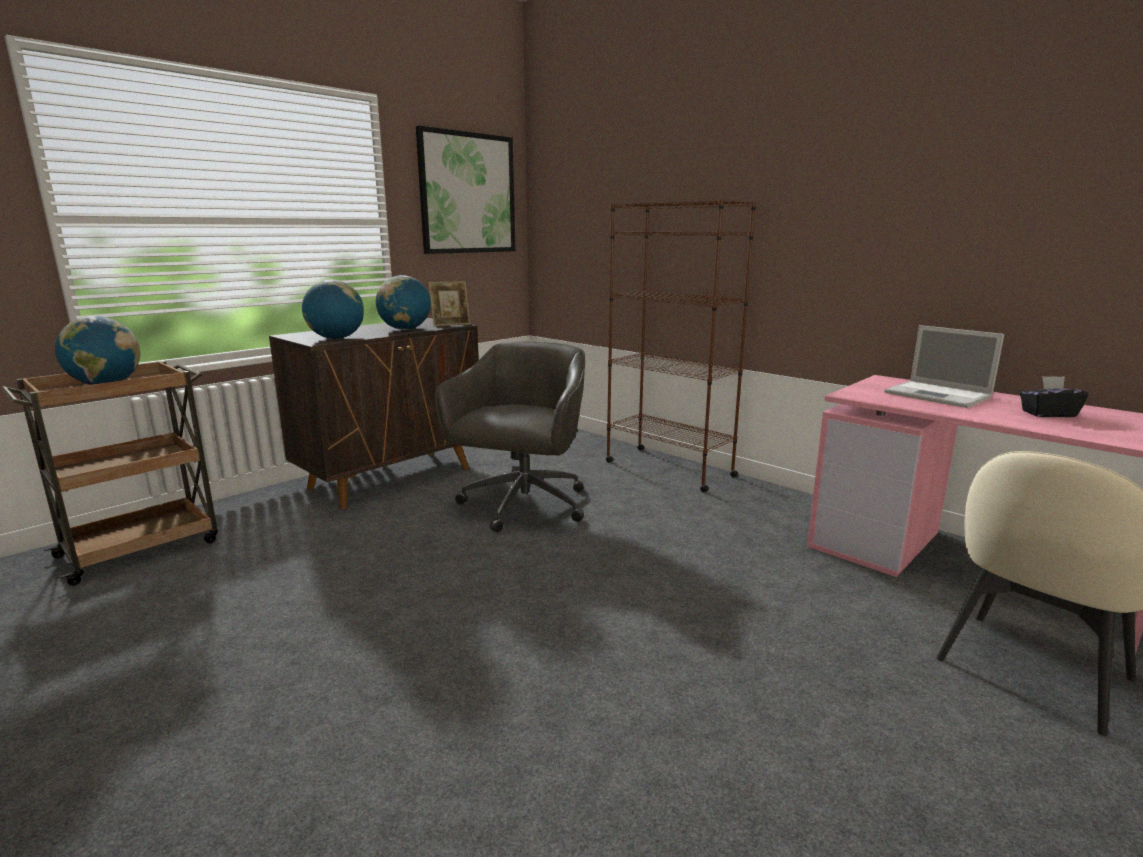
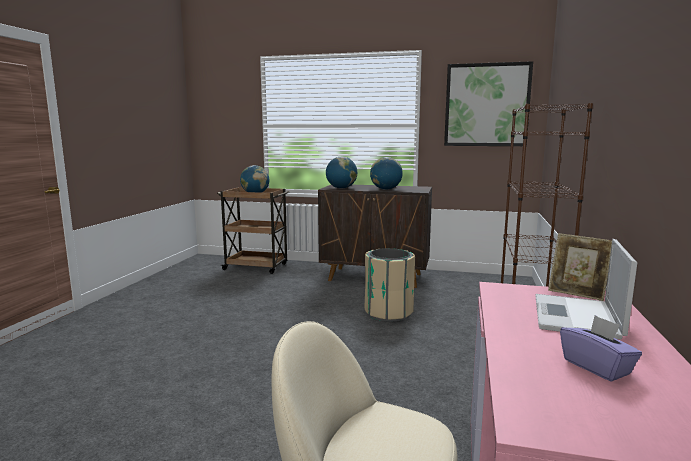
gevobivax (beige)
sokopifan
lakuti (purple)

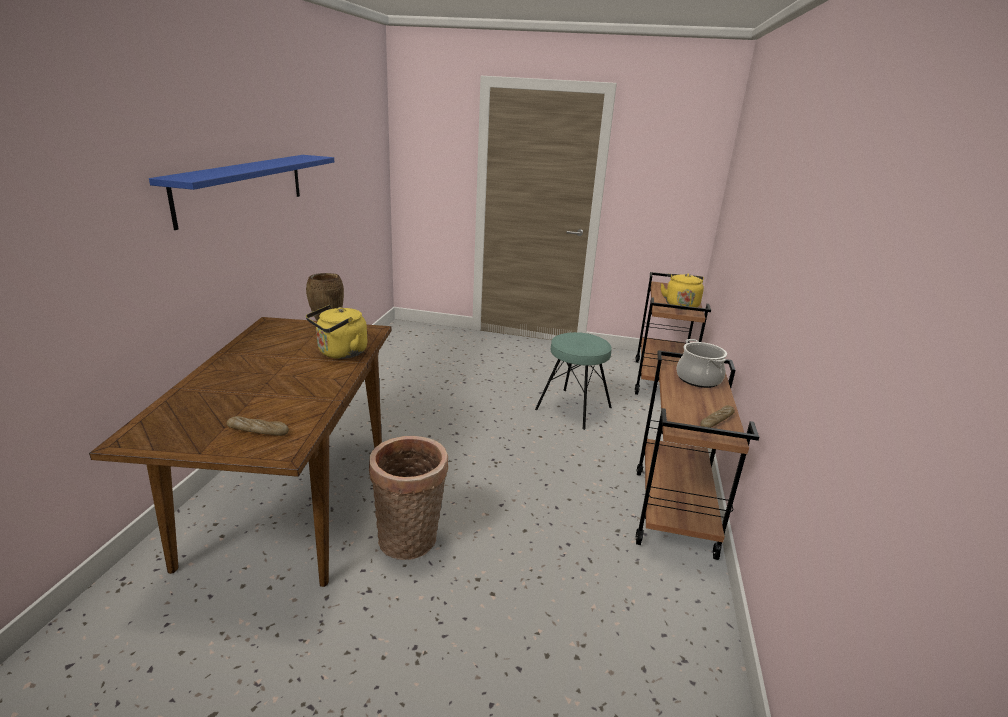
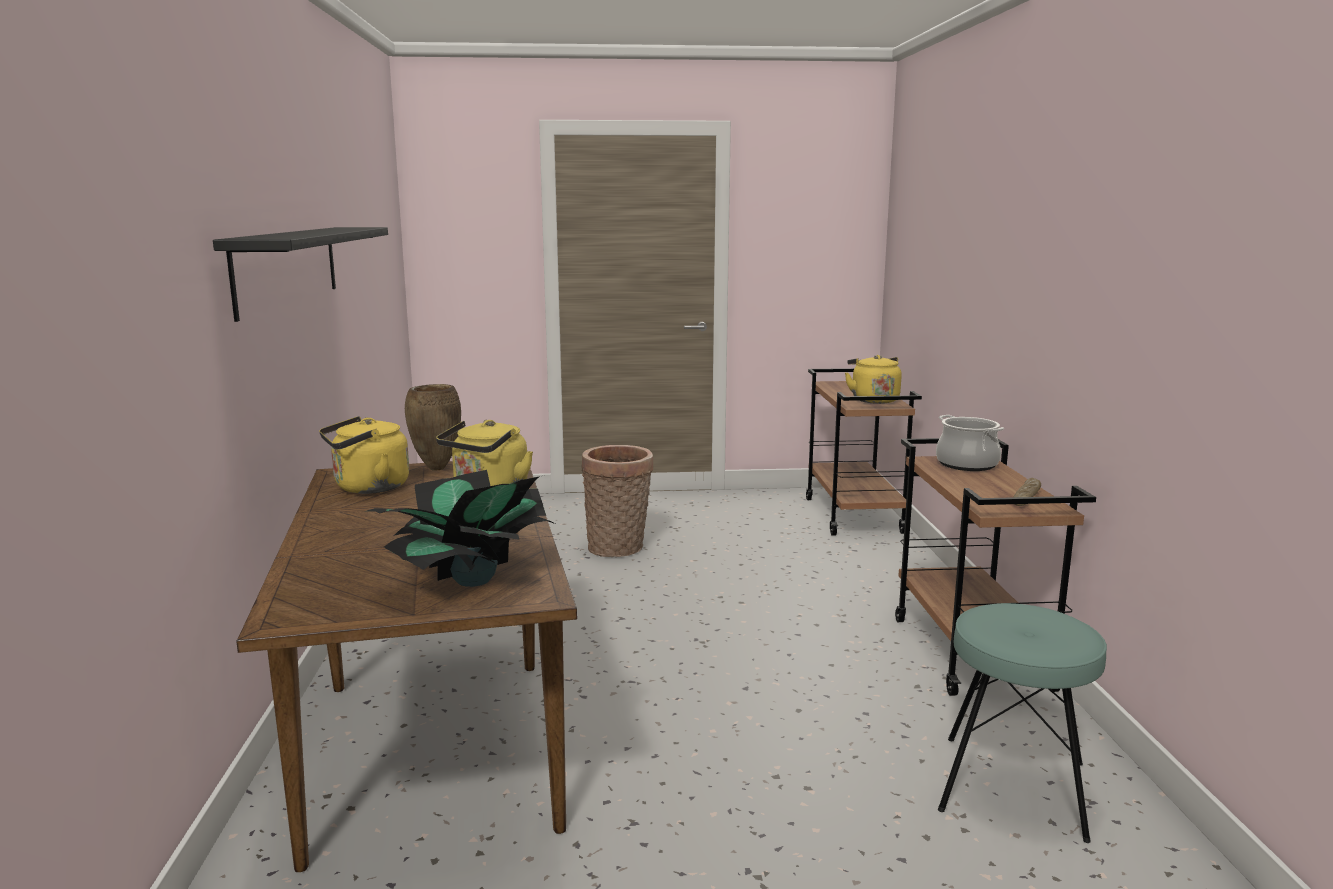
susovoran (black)
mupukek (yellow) (no. 1 from left)
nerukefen
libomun
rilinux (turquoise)

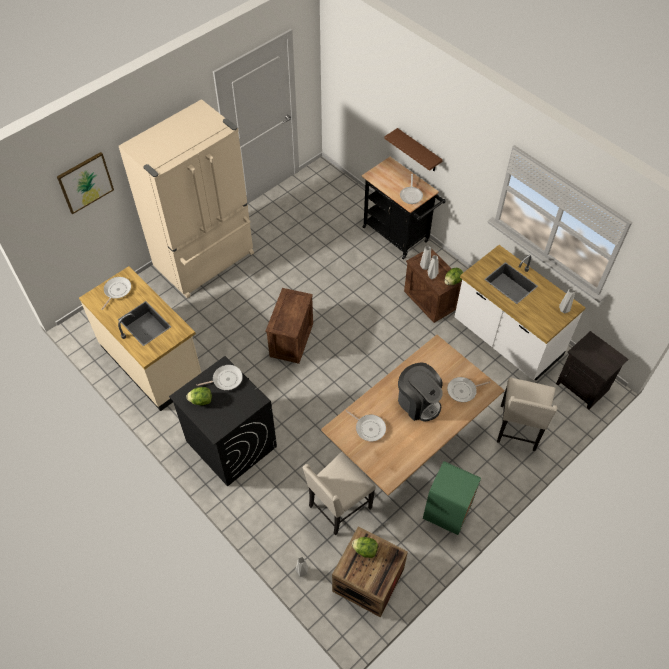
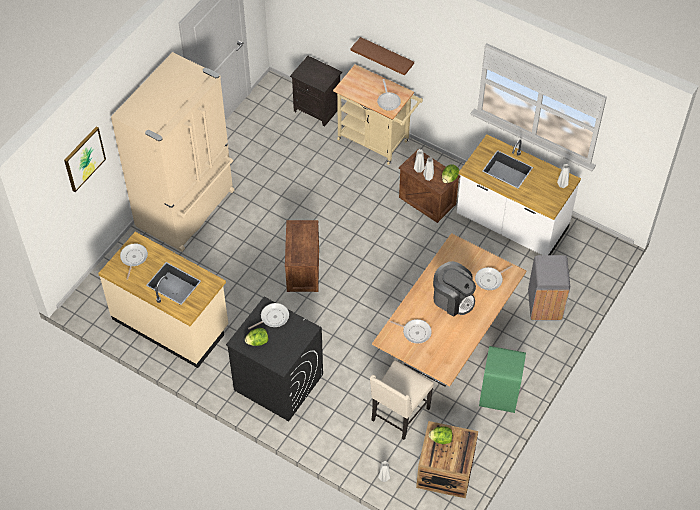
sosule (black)
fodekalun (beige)
gevobivax (grey)

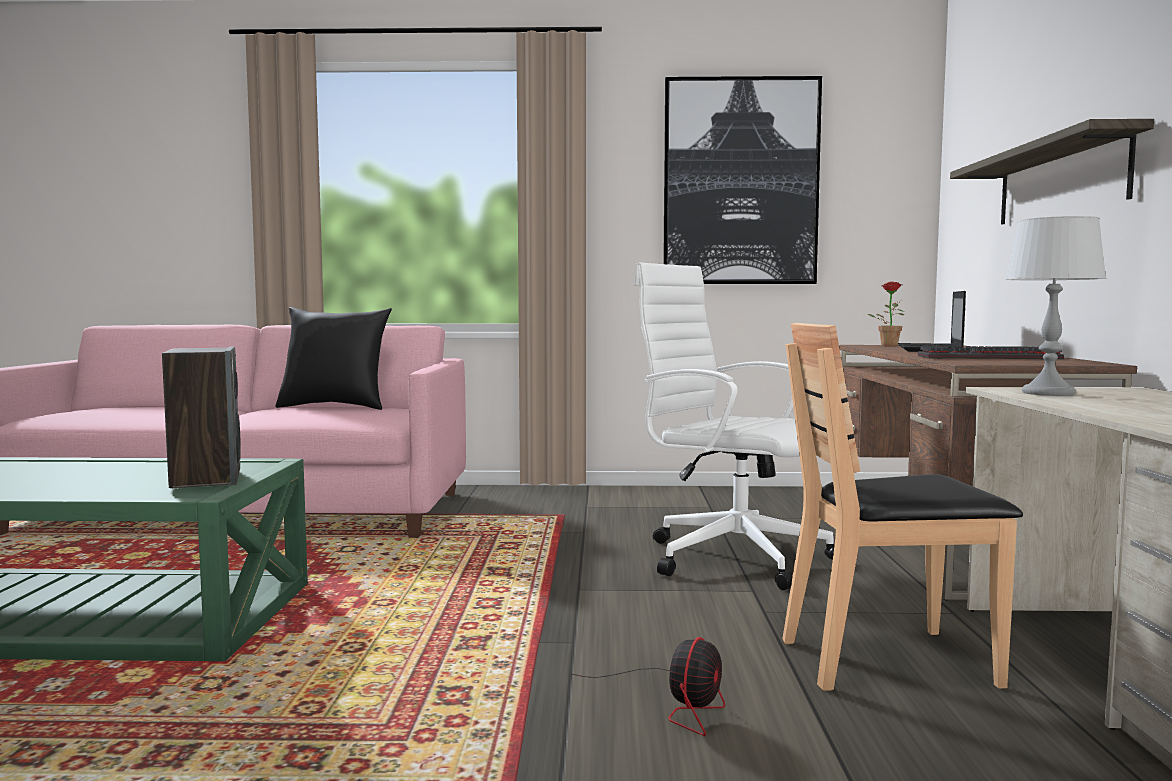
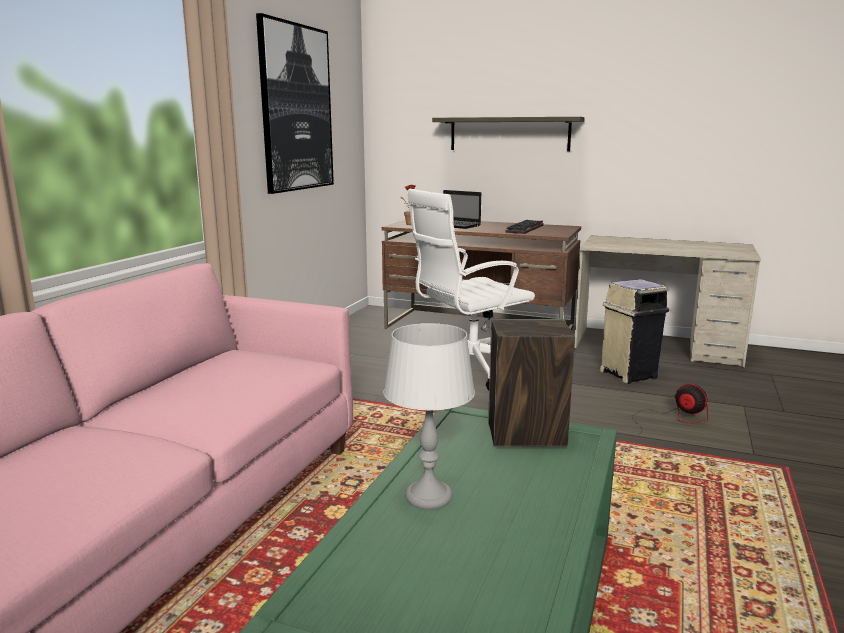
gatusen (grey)
gevobivax (beige)
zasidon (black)

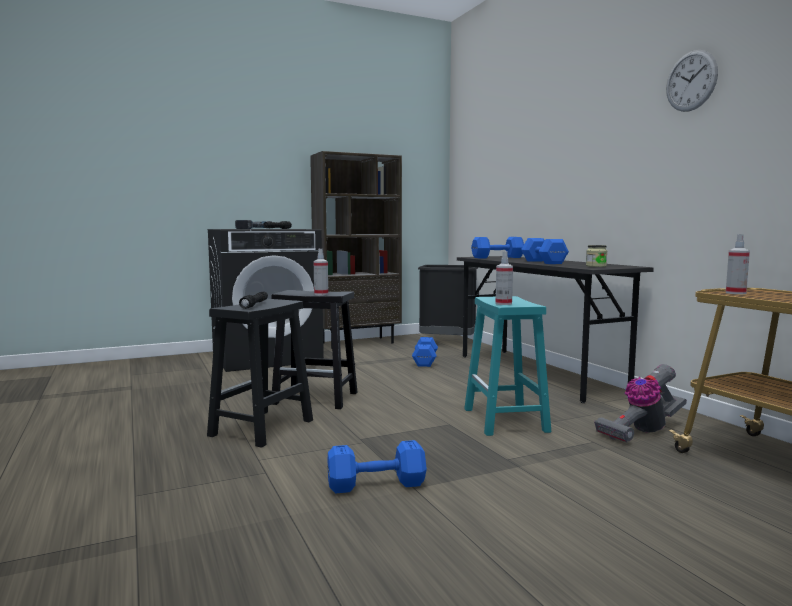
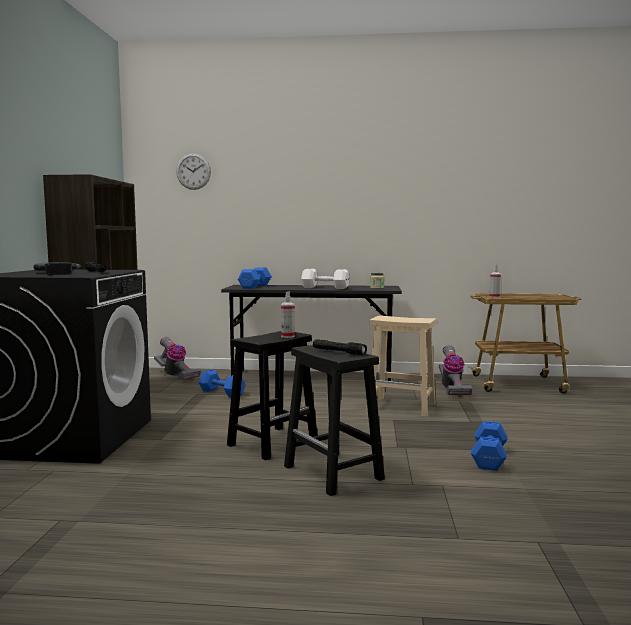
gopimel (no. 1 from left)
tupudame
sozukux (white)
rilinux (beige)
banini (no. 2 from left in the first image)

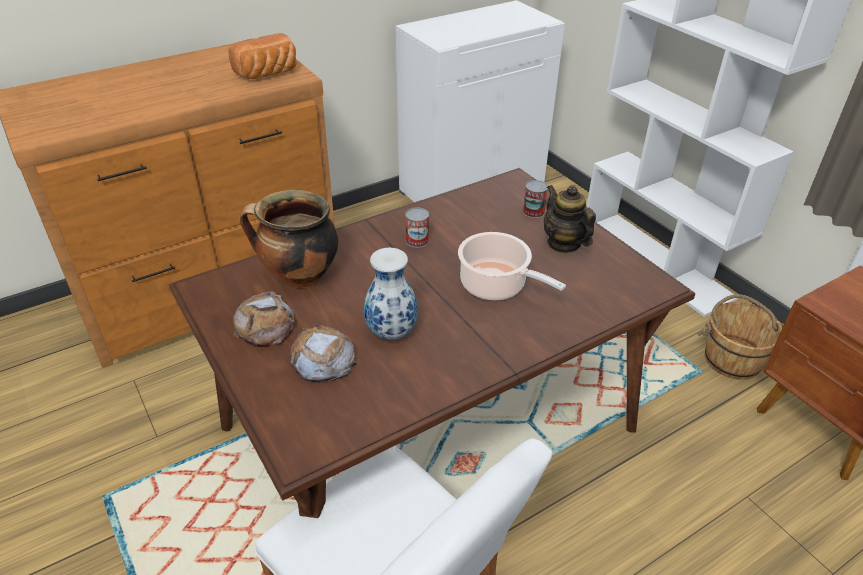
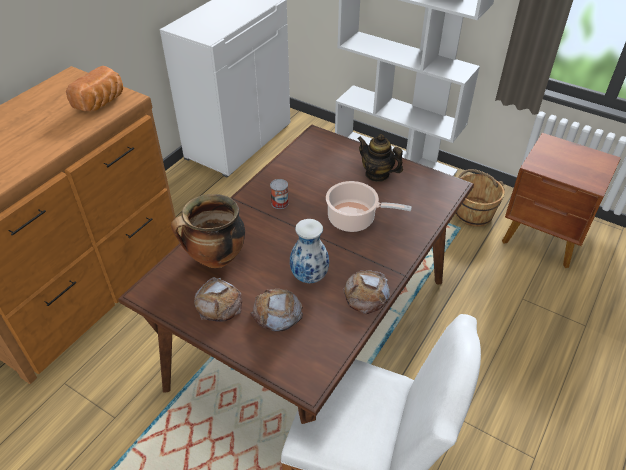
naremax (no. 4 from left)
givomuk (no. 2 from left in the first image)

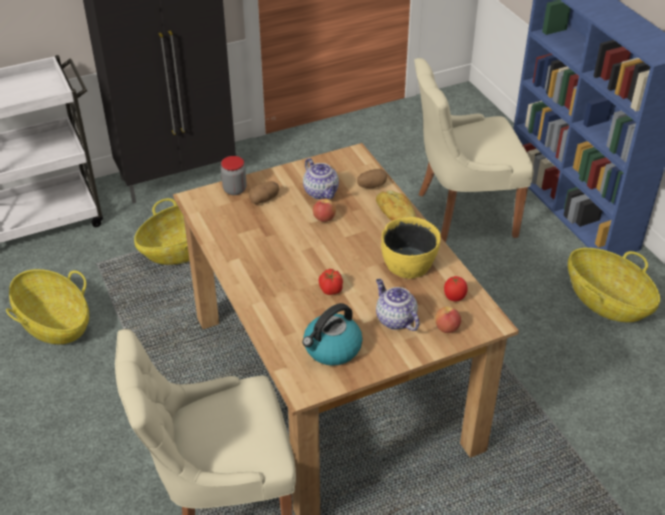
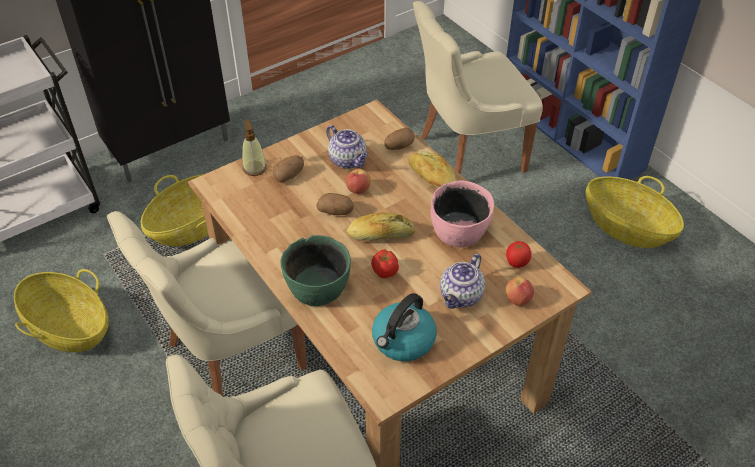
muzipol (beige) (no. 1 from left)
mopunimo
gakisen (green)
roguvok (no. 2 from left)
naremax (no. 1 from left)
gakisen (pink)
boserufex (no. 2 from left)

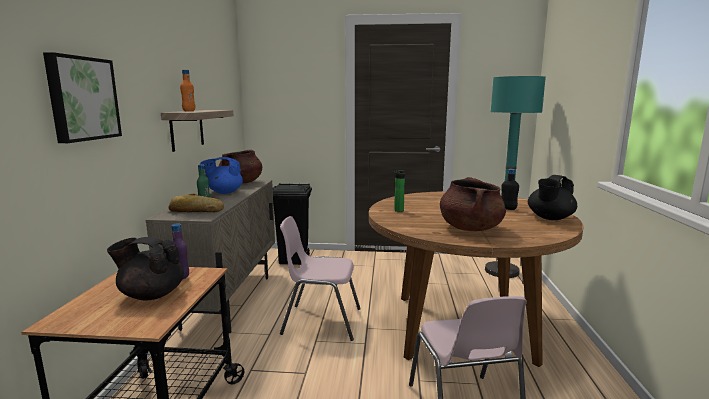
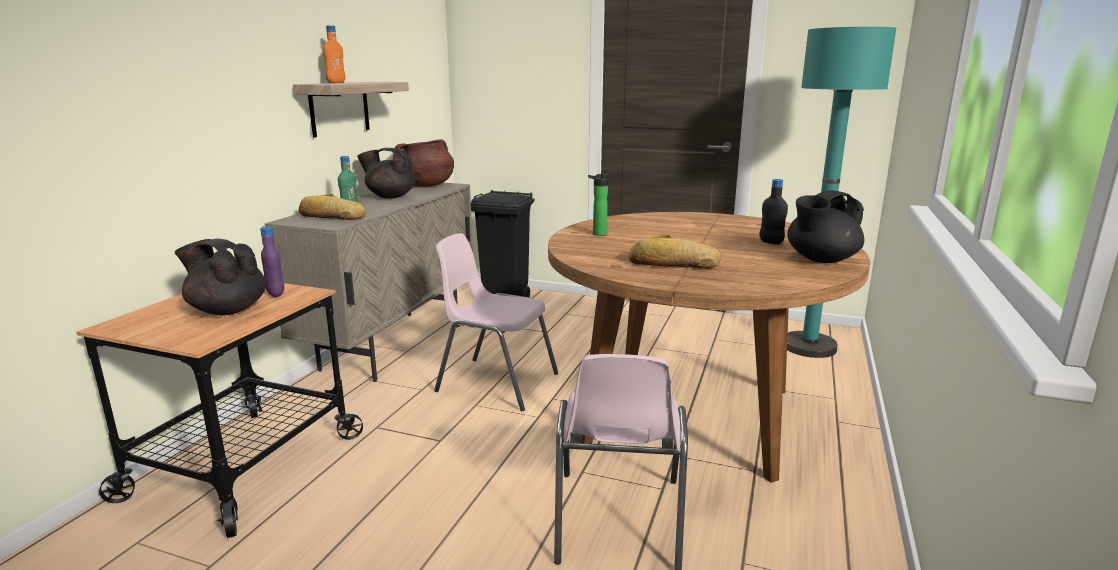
boserufex (black) (no. 2 from left)
naremax (no. 2 from left)
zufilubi

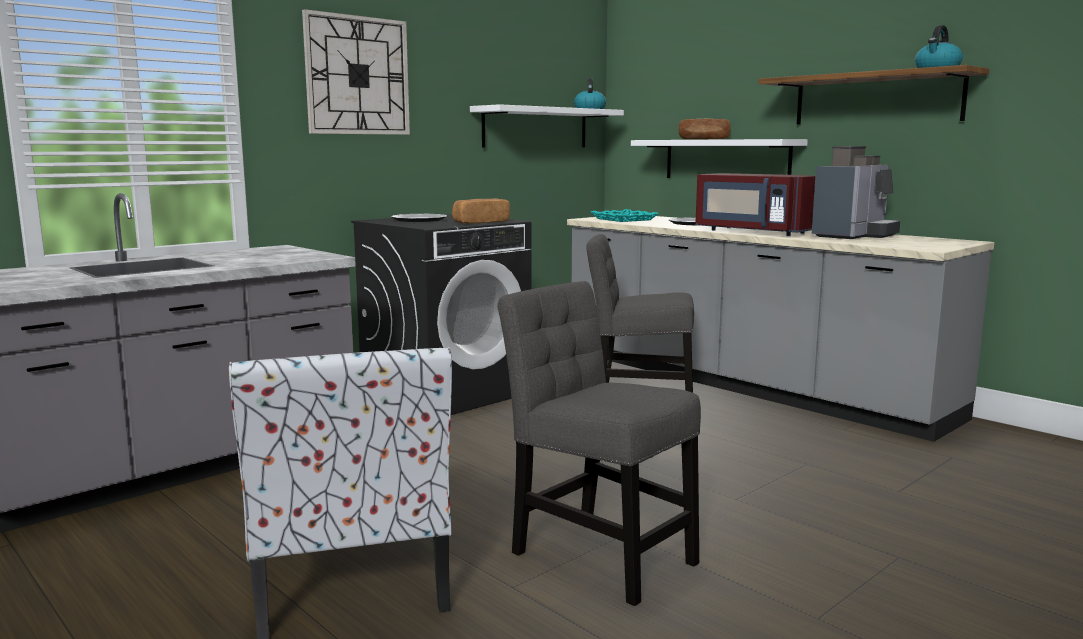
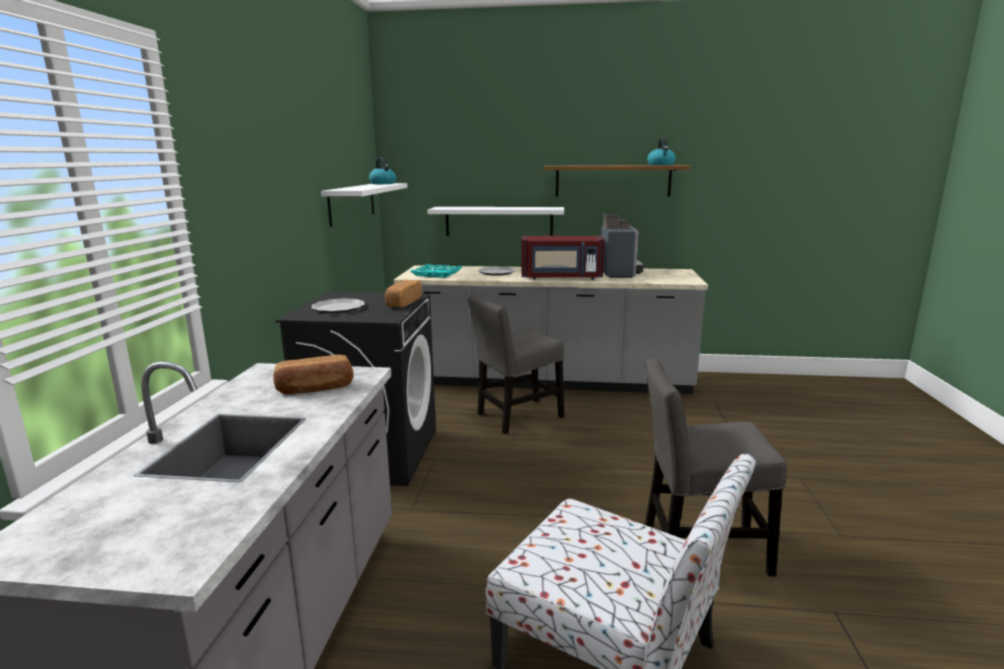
naremax (no. 1 from left)
tupudame

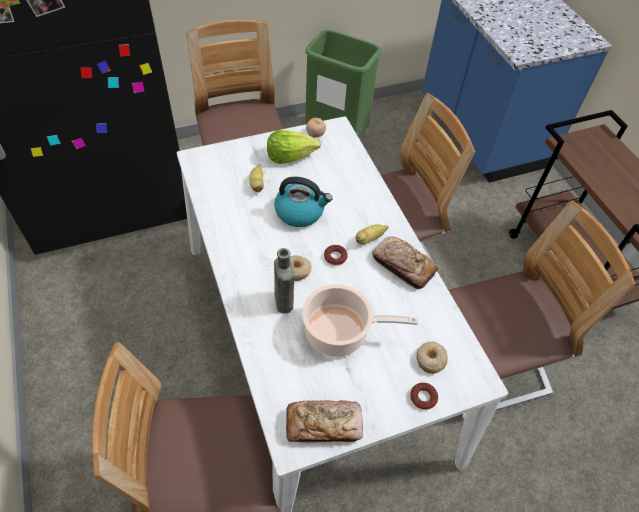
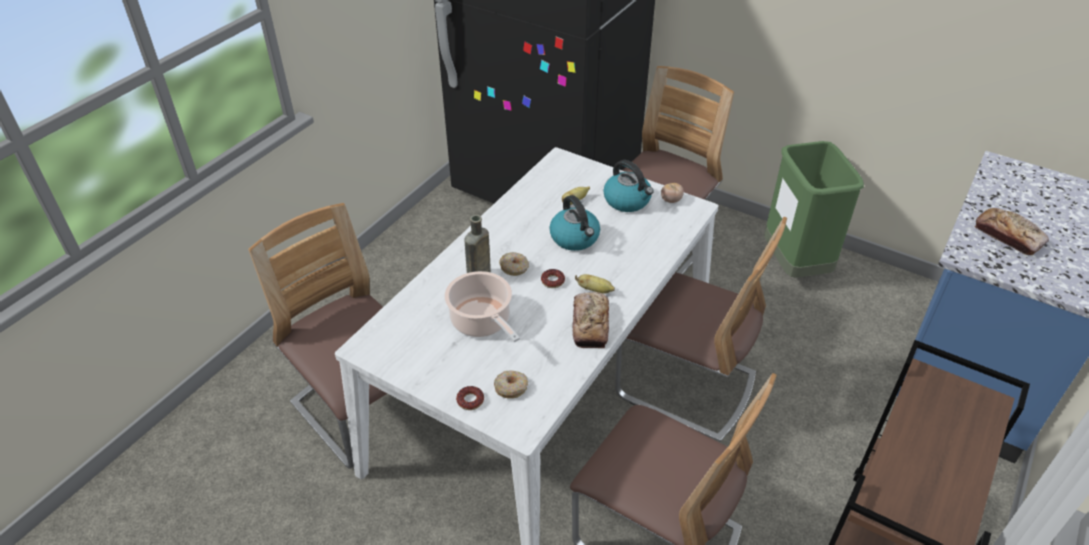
mupukek (no. 2 from left)
naremax (no. 2 from left)

